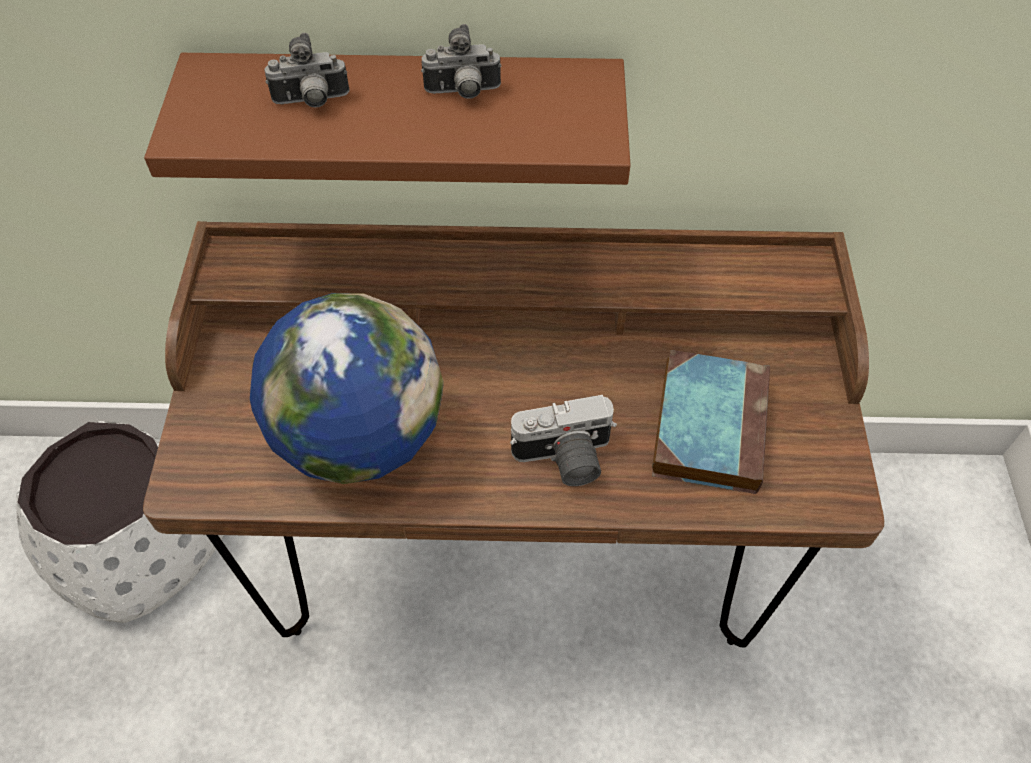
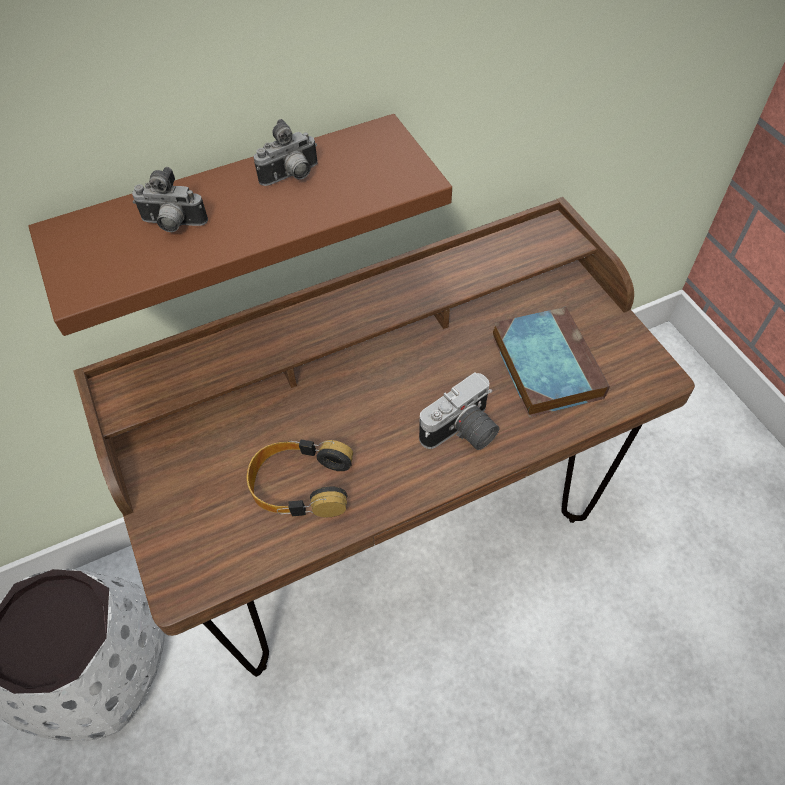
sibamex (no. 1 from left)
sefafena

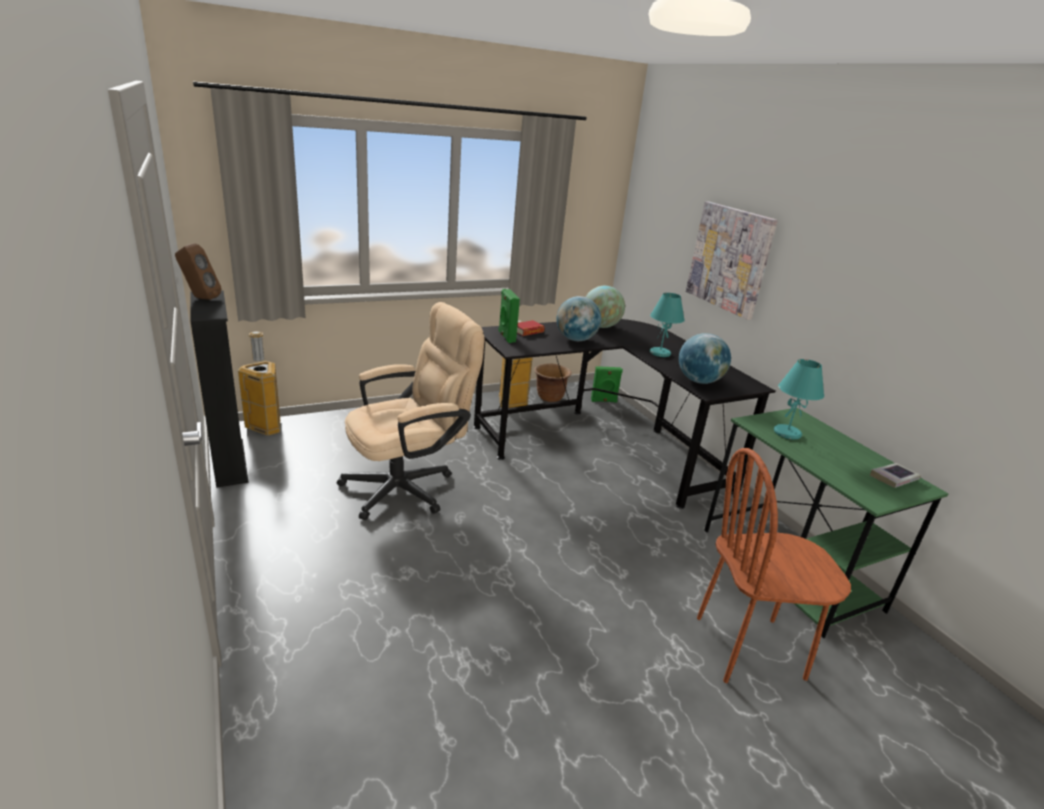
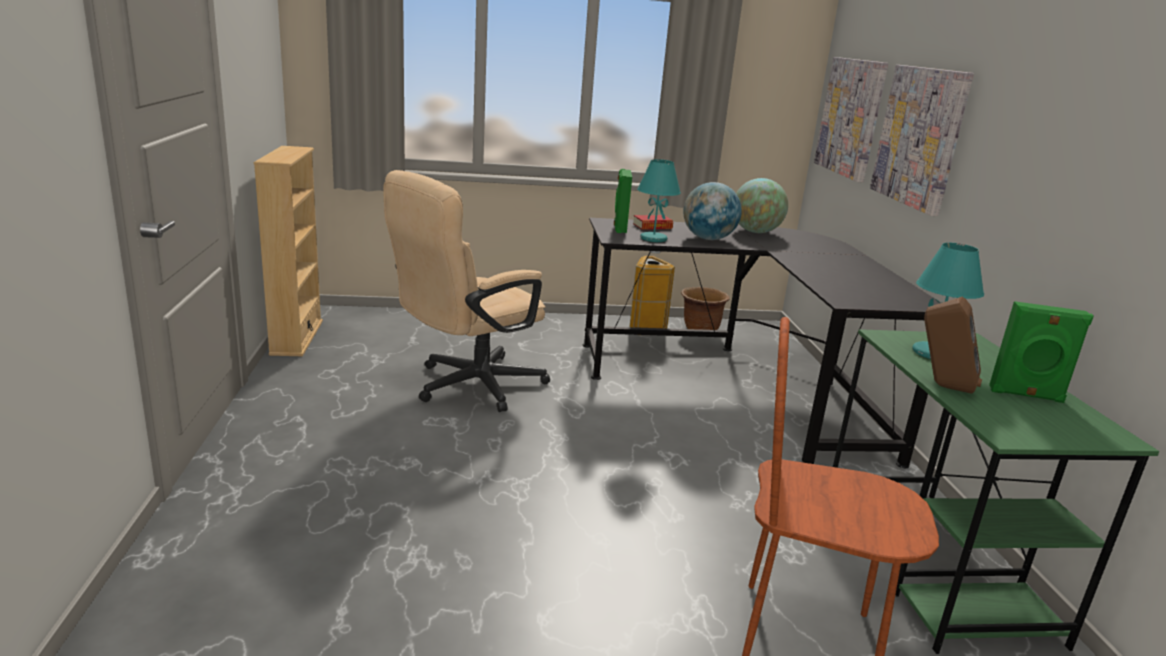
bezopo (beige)
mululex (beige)
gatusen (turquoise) (no. 1 from left)
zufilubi (no. 1 from left)
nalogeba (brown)
nalogeba (green) (no. 2 from left)
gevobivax (no. 1 from left in the first image)
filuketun (no. 3 from left in the first image)
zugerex (no. 2 from left in the first image)

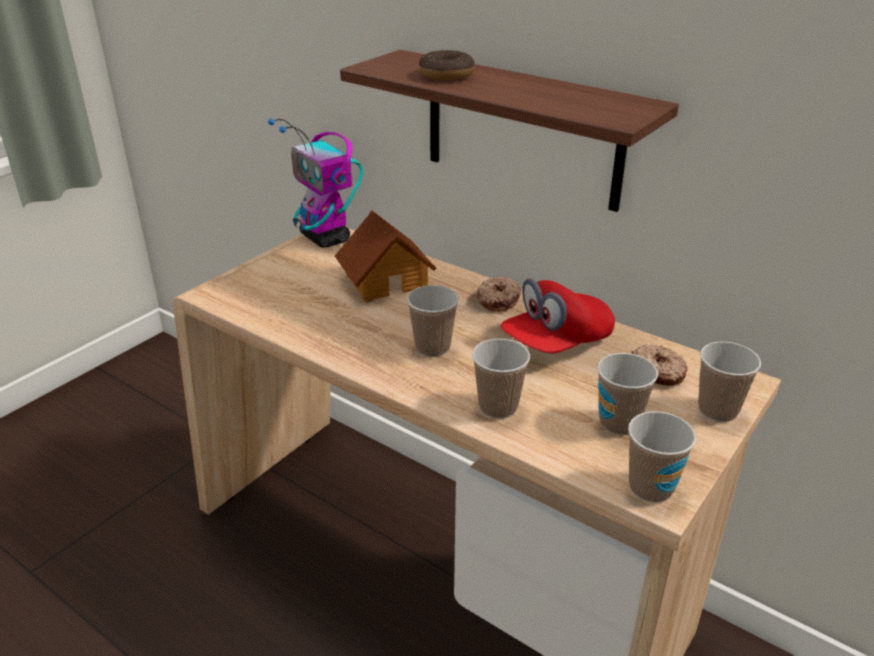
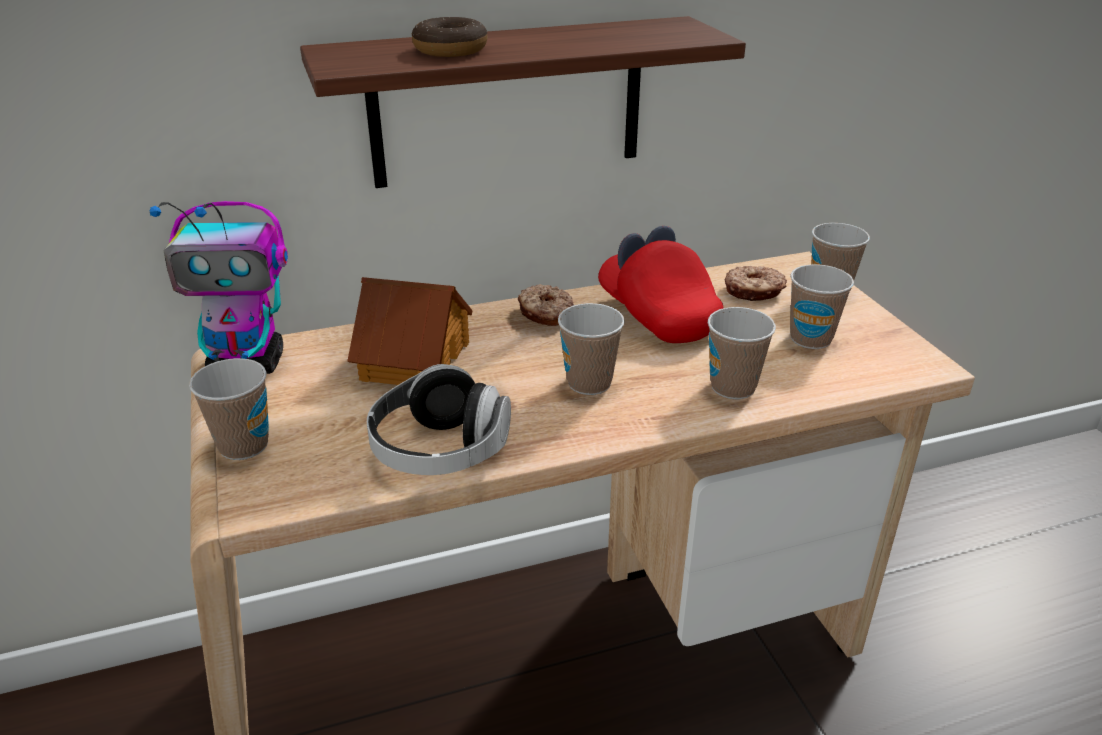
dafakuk (no. 1 from left)
sefafena
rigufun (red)

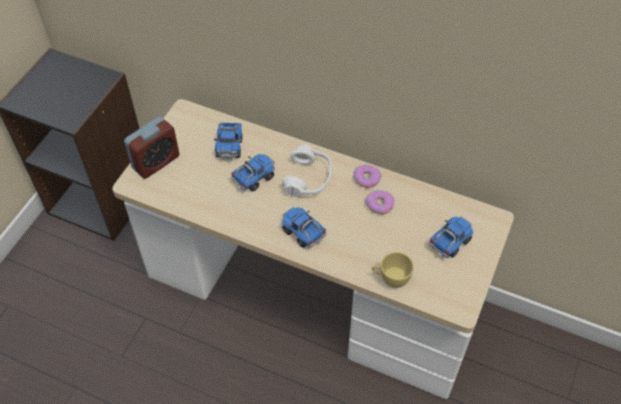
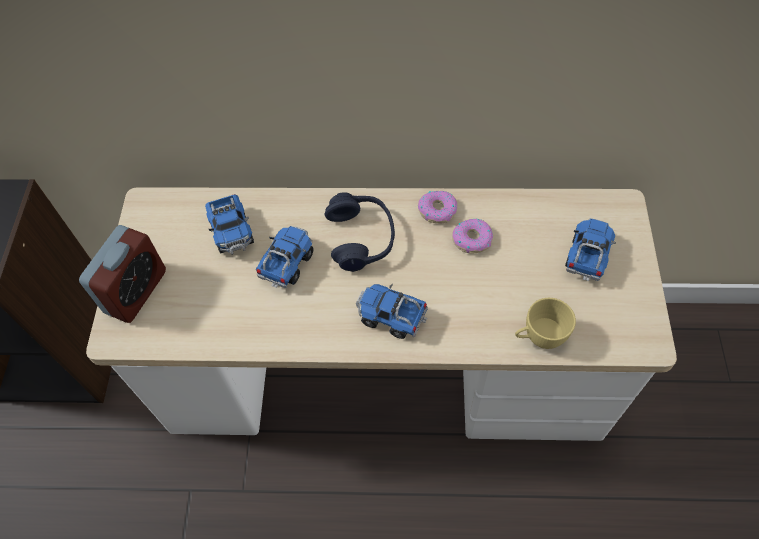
sefafena (blue)

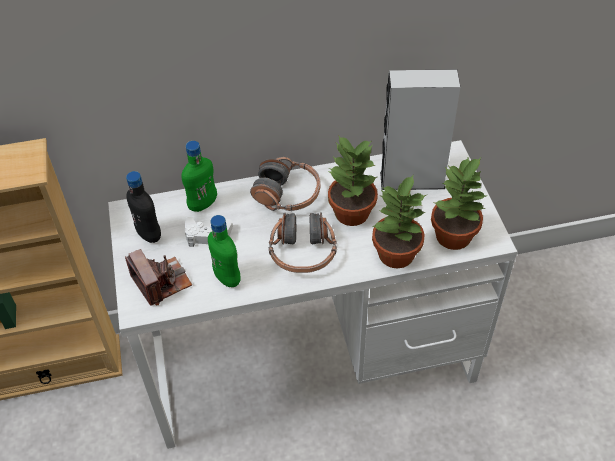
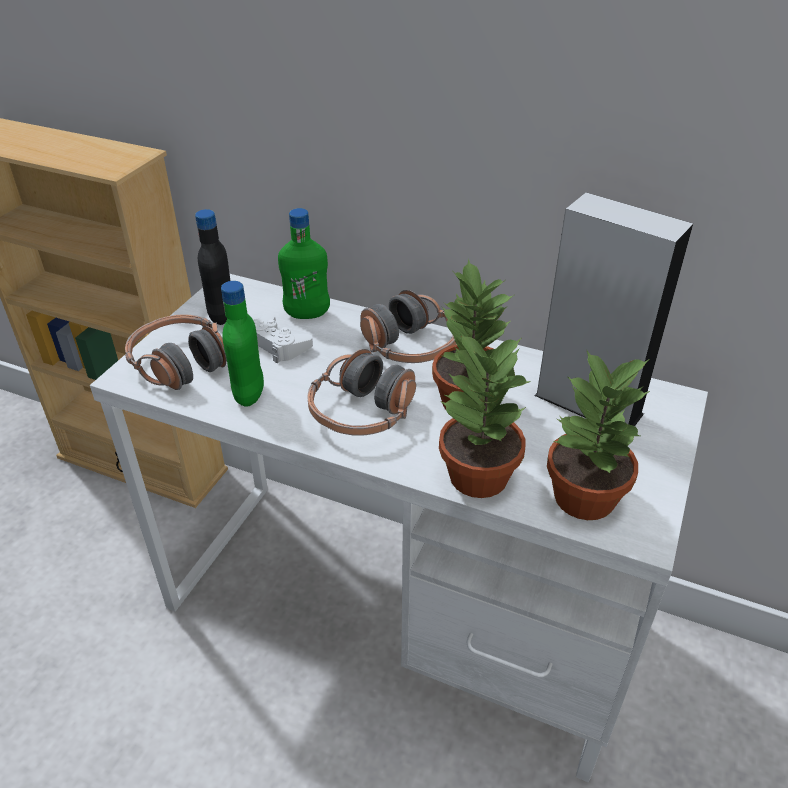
sefafena (no. 1 from left)

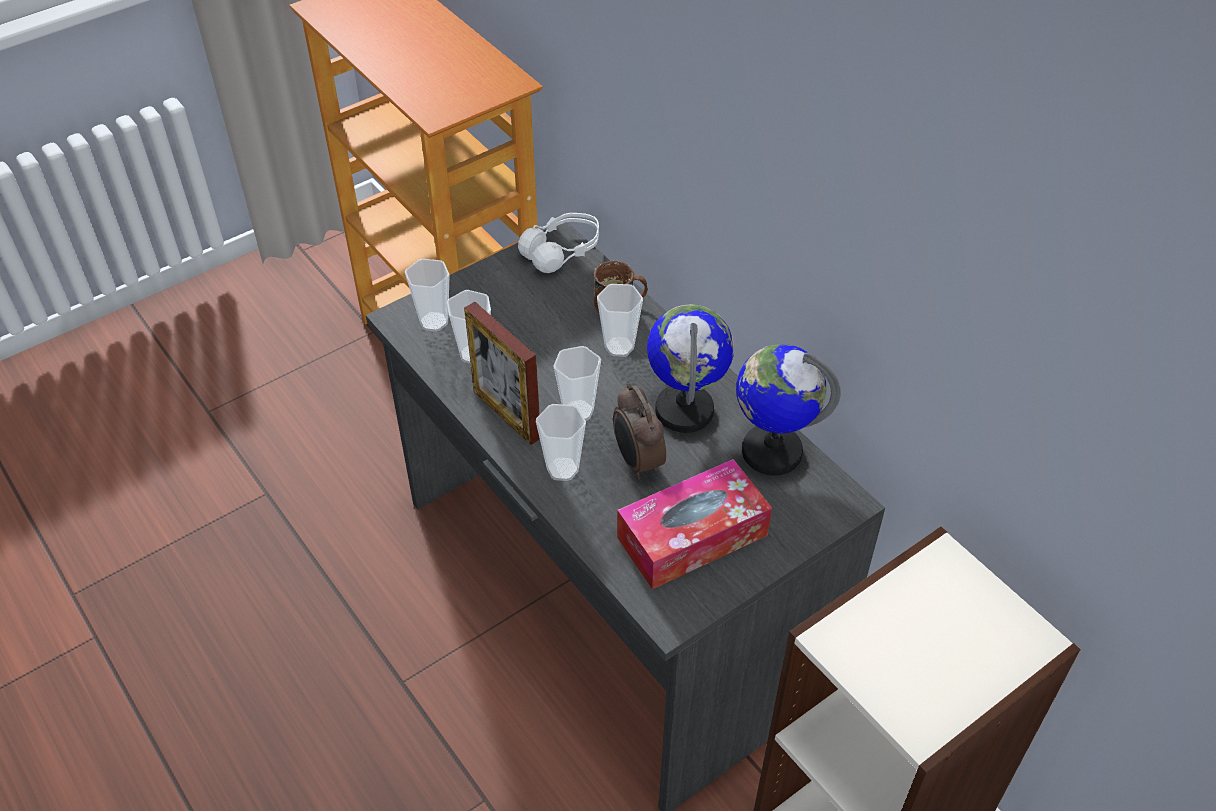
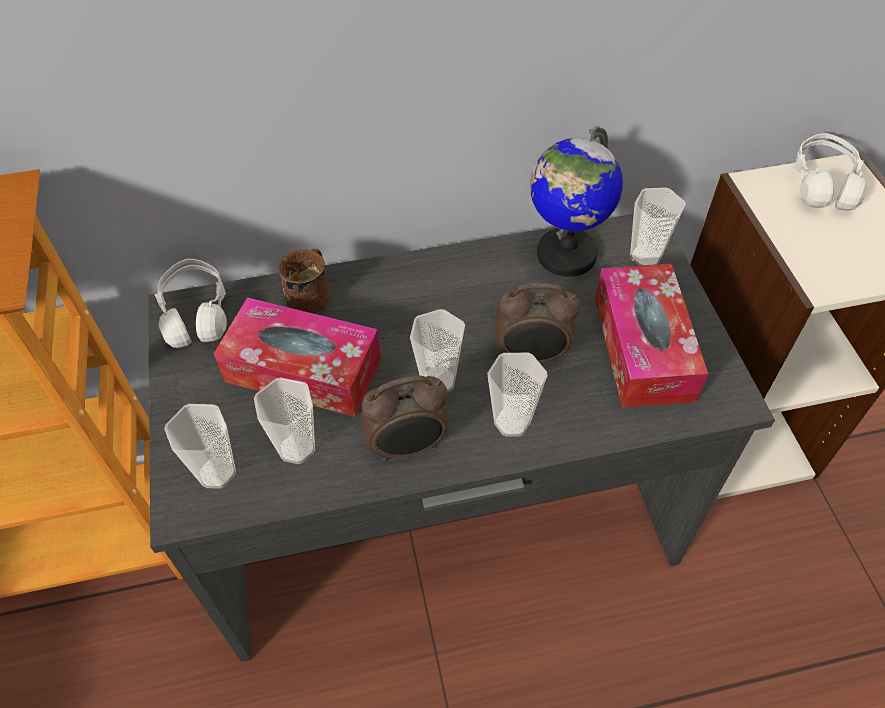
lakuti (no. 1 from left)
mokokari (no. 1 from left)
dafakuk (no. 5 from left)
sefafena (white) (no. 2 from left)
filuketun (no. 1 from left in the first image)

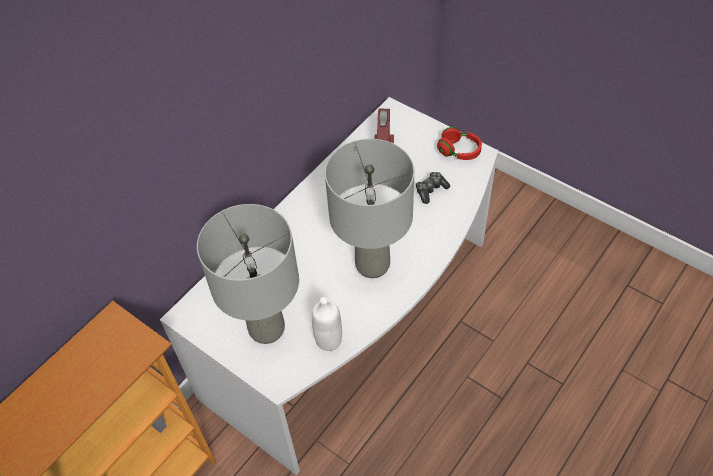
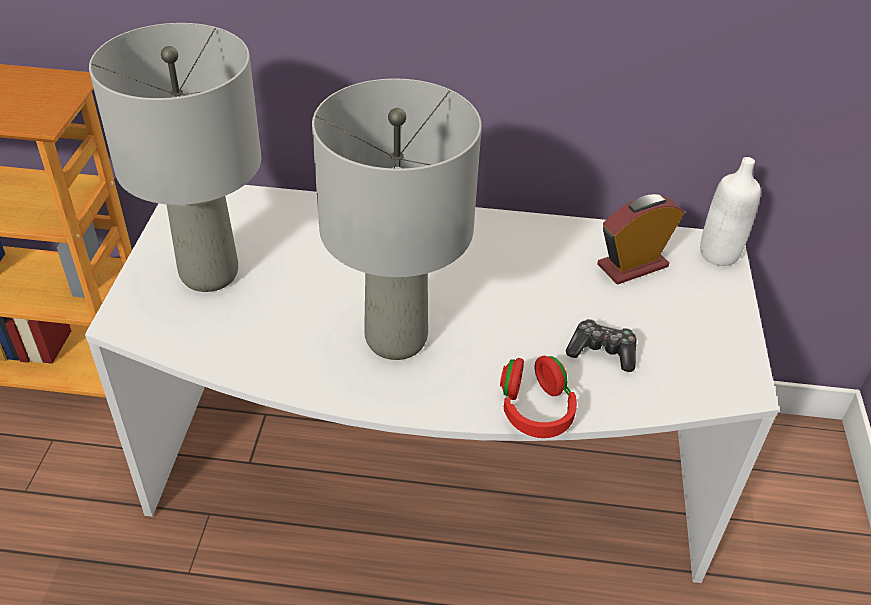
sefafena (red)
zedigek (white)

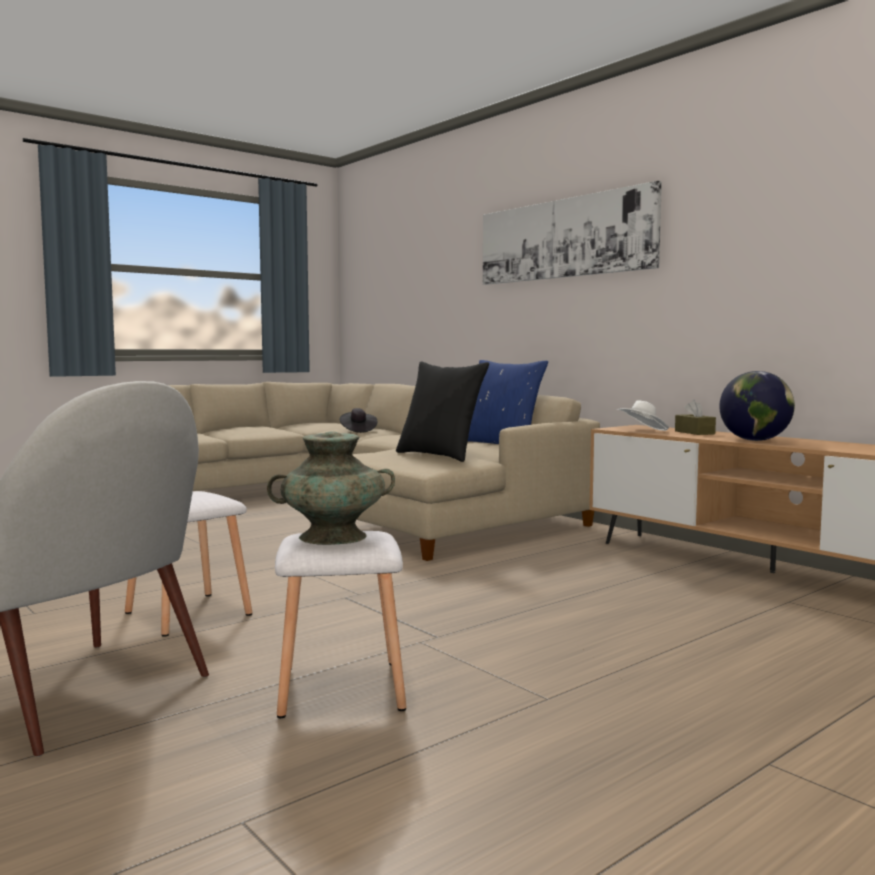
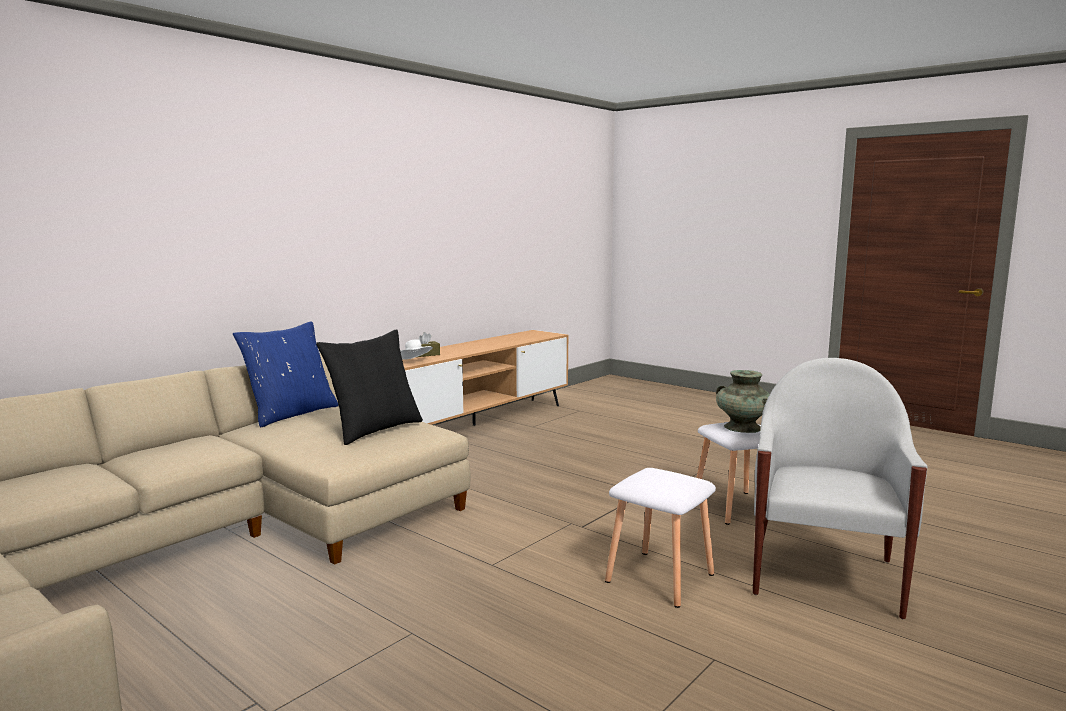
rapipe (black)
zufilubi
filuketun

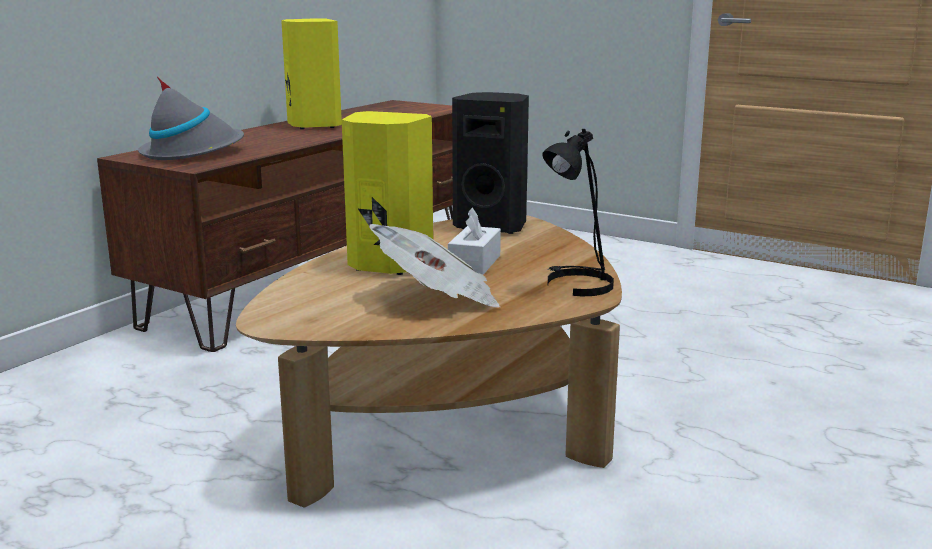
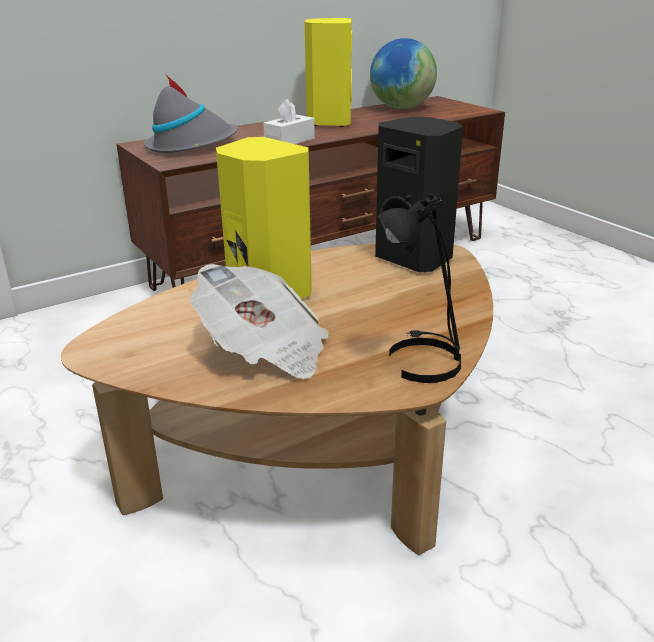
lakuti (white)
filuketun

